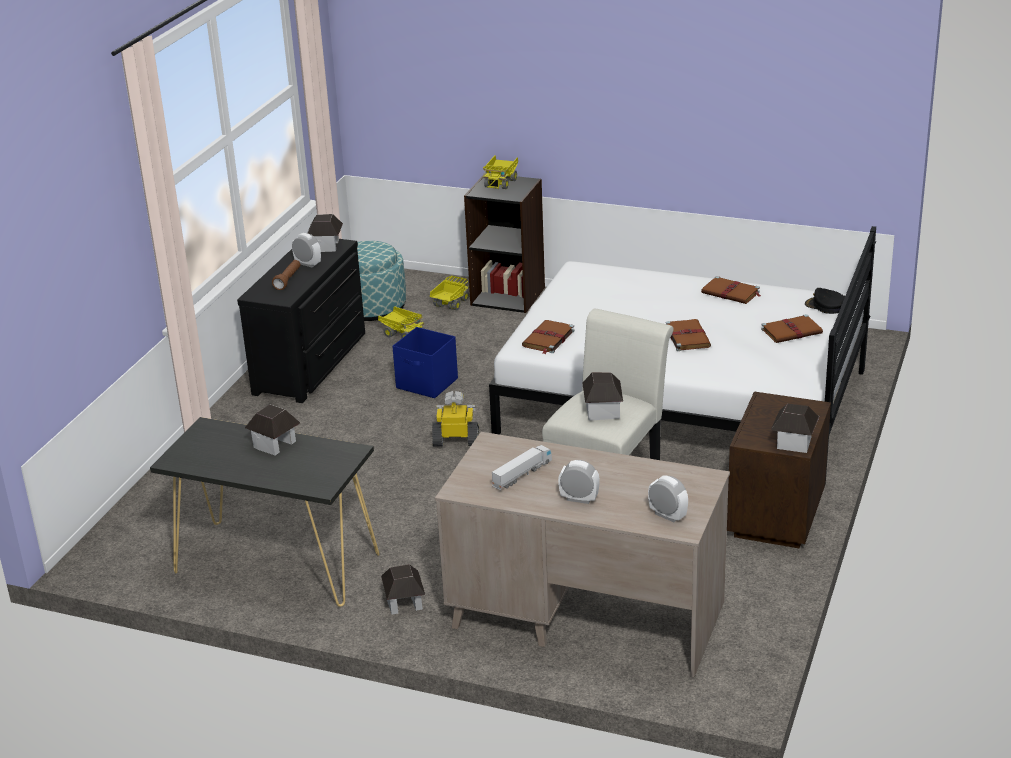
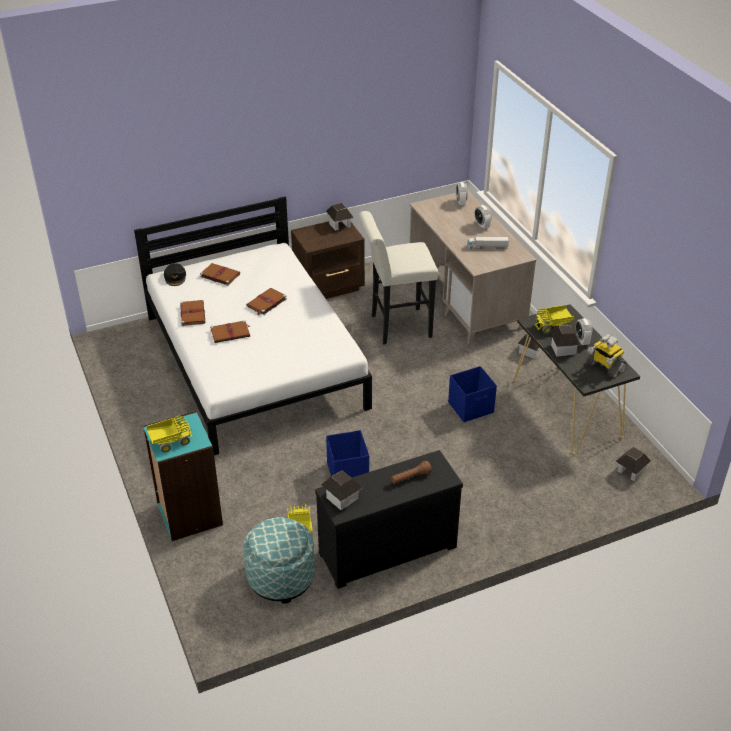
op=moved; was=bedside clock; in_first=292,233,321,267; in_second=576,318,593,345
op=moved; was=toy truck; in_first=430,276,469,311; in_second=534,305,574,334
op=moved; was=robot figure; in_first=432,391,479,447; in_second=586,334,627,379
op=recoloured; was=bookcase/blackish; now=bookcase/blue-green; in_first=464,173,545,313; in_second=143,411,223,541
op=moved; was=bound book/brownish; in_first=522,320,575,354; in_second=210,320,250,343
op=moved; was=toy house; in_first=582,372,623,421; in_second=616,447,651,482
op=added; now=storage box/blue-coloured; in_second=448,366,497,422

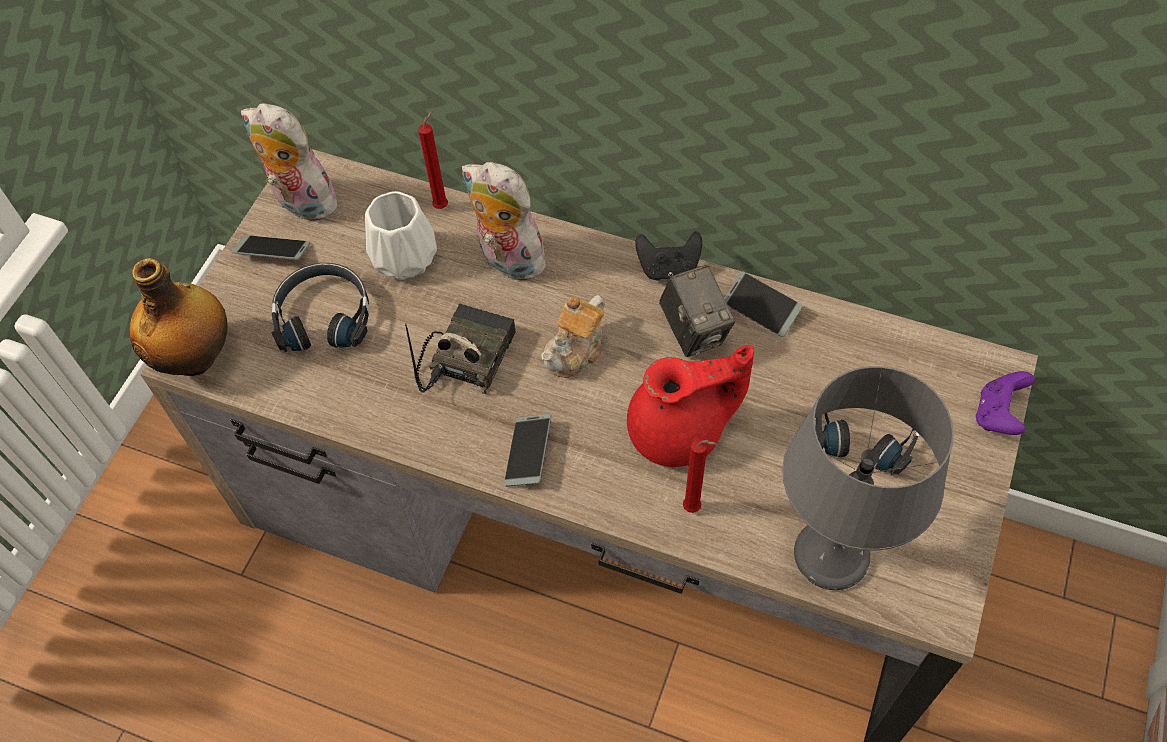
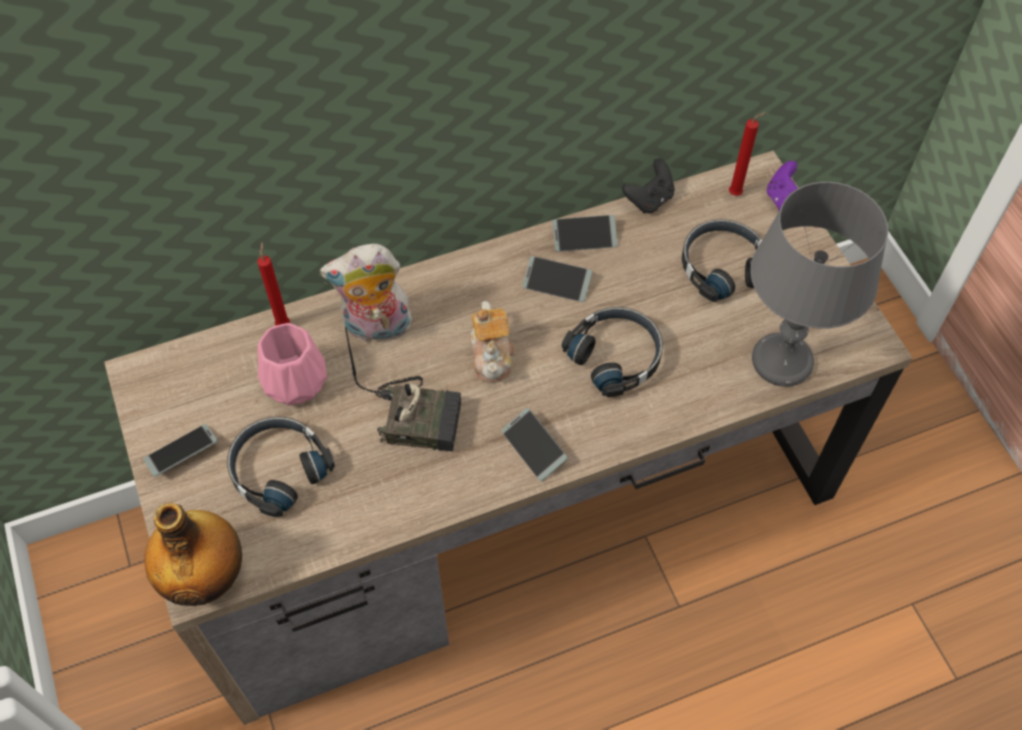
op=removed; was=cuddly toy; in_first=241,103,342,223
op=recoloured; was=vase/white; now=vase/pink-coloured; in_first=365,191,437,280; in_second=257,323,327,406
op=turned; was=radio receiver; in_first=405,304,516,394; in_second=345,327,461,452; clockwise=120
op=replaced; was=tea pot/reddish; now=headphones/blackish; in_first=627,345,754,467; in_second=562,307,663,397
op=moved; was=game controller/blackish; in_first=635,231,702,281; in_second=622,159,675,214
op=replaced; was=photo camera; now=phone; in_first=659,265,736,357; in_second=523,256,592,302
op=moved; was=candle/reddish; in_first=683,439,717,513; in_second=729,112,766,196

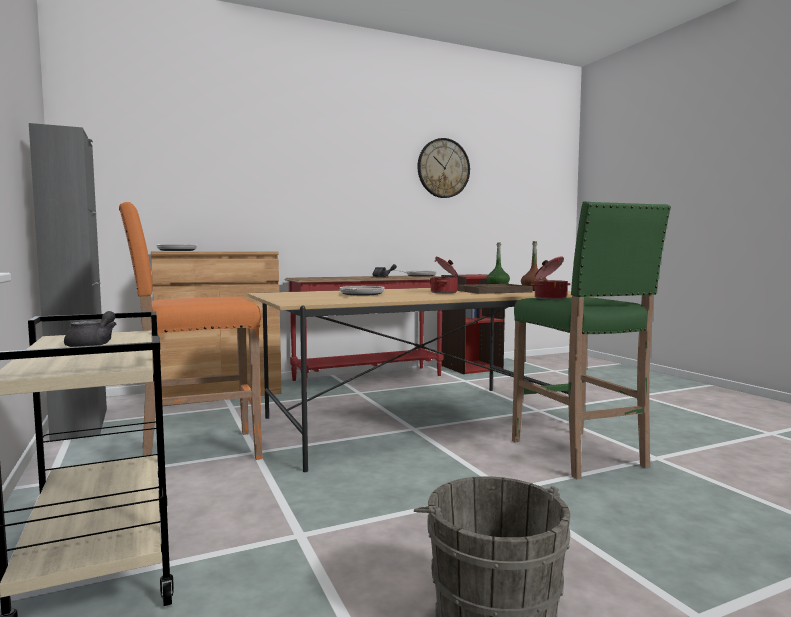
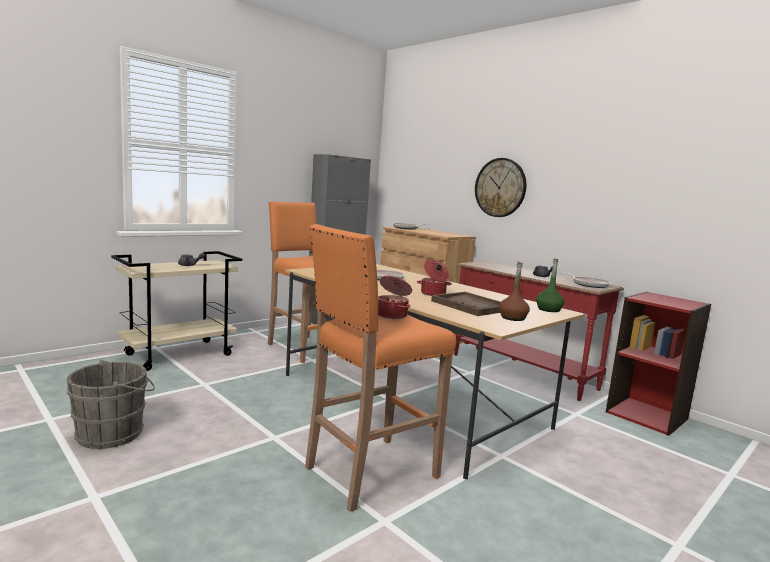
op=moved; was=wall clock; in_first=417,138,470,198; in_second=475,158,526,217
op=recoloured; was=stool seat/green-coloured; now=stool seat/orangey; in_first=512,201,671,479; in_second=305,224,456,512

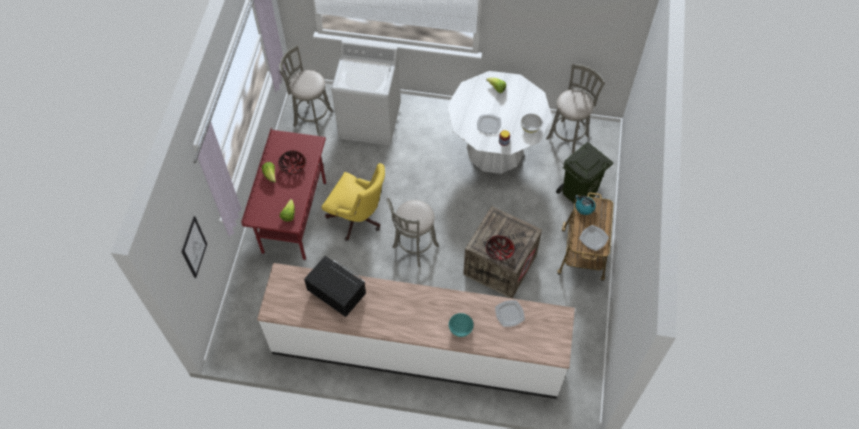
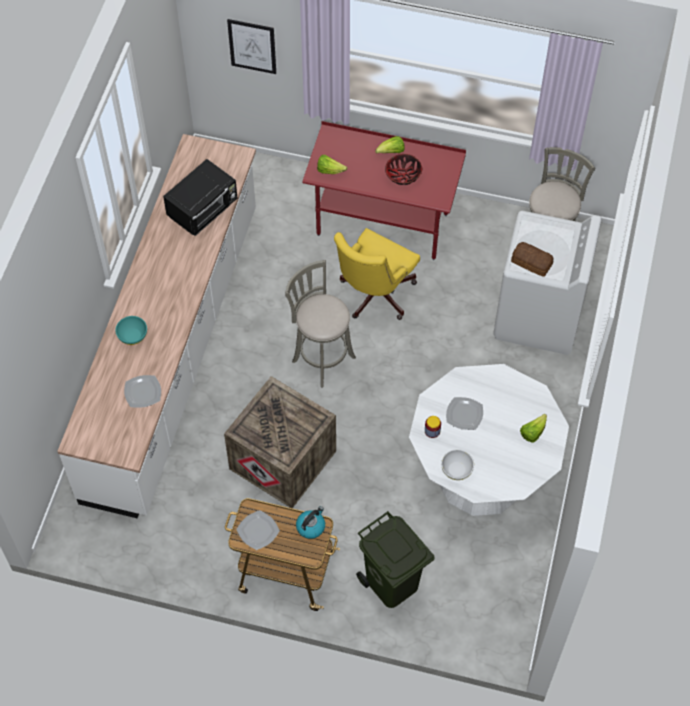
op=removed; was=bowl; in_first=486,235,515,261
op=removed; was=stool seat/gray; in_first=546,64,605,154
op=added; now=bread; in_second=511,242,553,277

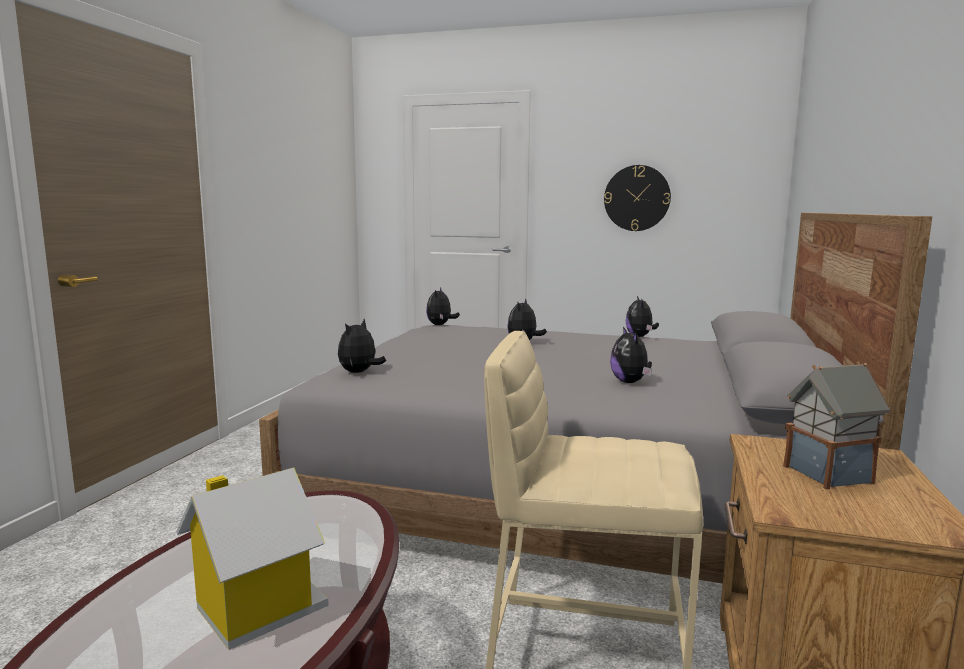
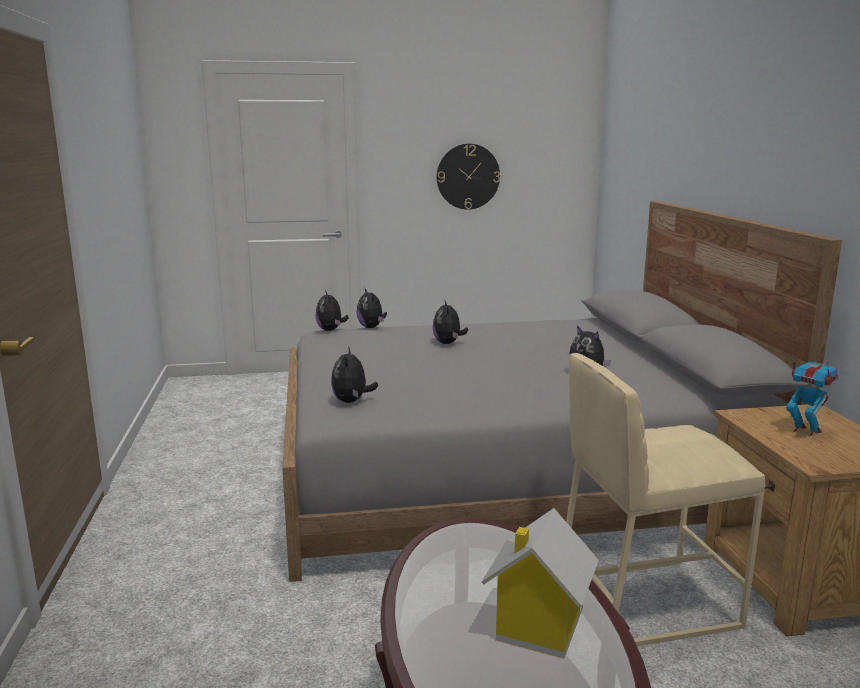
op=moved; was=cuddly toy; in_first=626,296,659,337; in_second=356,289,387,328
op=replaced; was=toy house; now=robot figure; in_first=783,361,890,489; in_second=786,356,839,436

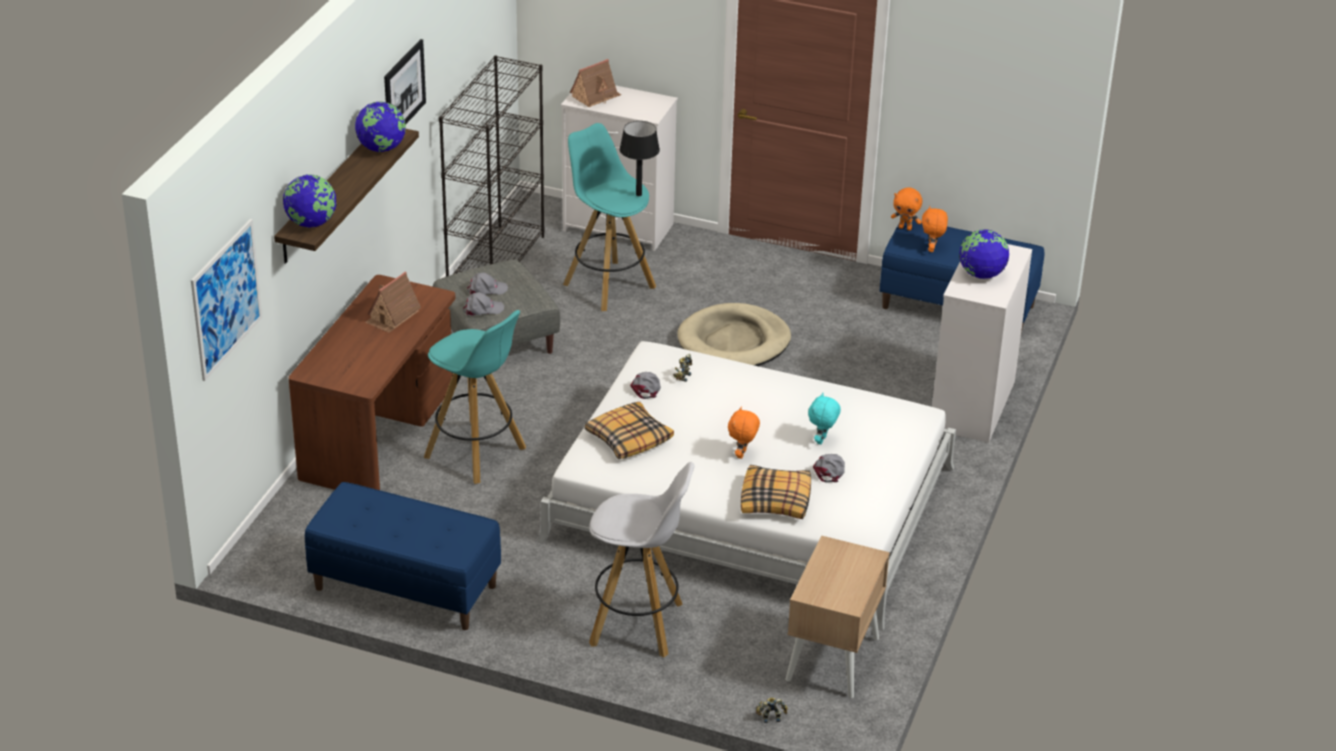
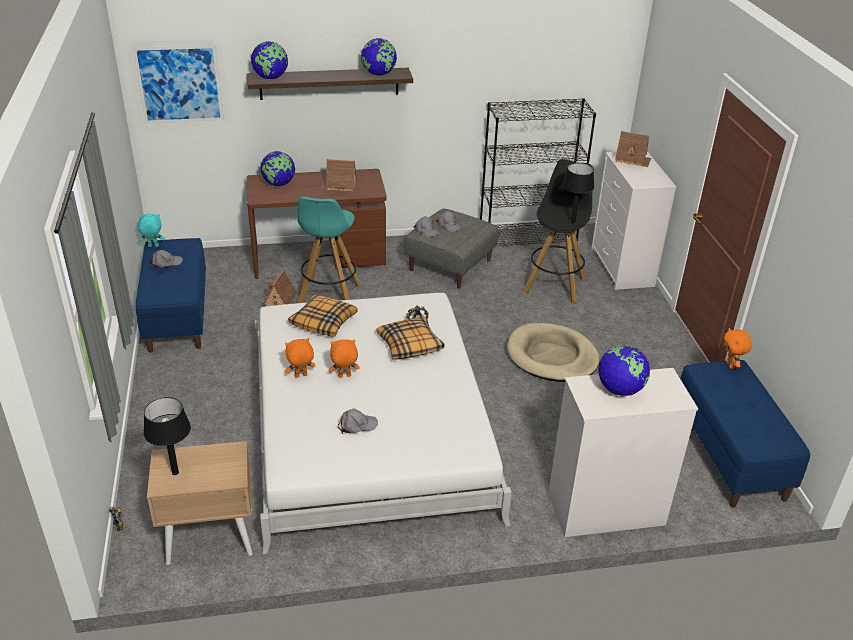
op=removed; was=wall art; in_first=384,39,426,124
op=recoloured; was=stool seat/blue-green; now=stool seat/blackish; in_first=563,123,656,311; in_second=523,159,592,303
op=removed; was=stool seat/white; in_first=589,462,694,657
op=moved; was=peaked cap/gray; in_first=630,372,661,399; in_second=150,250,183,269
op=moved; was=throw pillow; in_first=741,465,811,519; in_second=376,317,444,360
op=moved; was=cuddly toy/blue-green; in_first=808,393,841,445; in_second=138,214,165,247
op=moved; was=cuddly toy/orangey; in_first=922,206,948,252; in_second=285,338,316,378
op=added; now=table lamp/blackish; in_second=144,397,191,475
op=added; now=globe; in_second=260,151,295,186
op=added; now=toy house; in_second=263,269,297,306

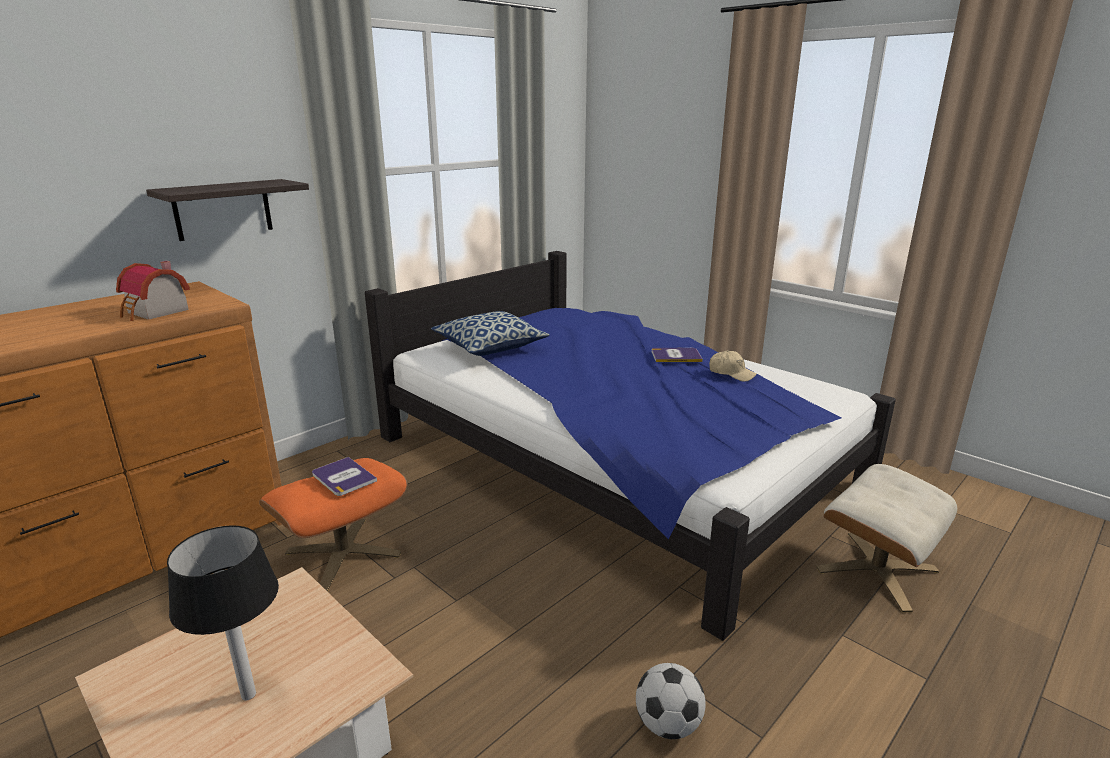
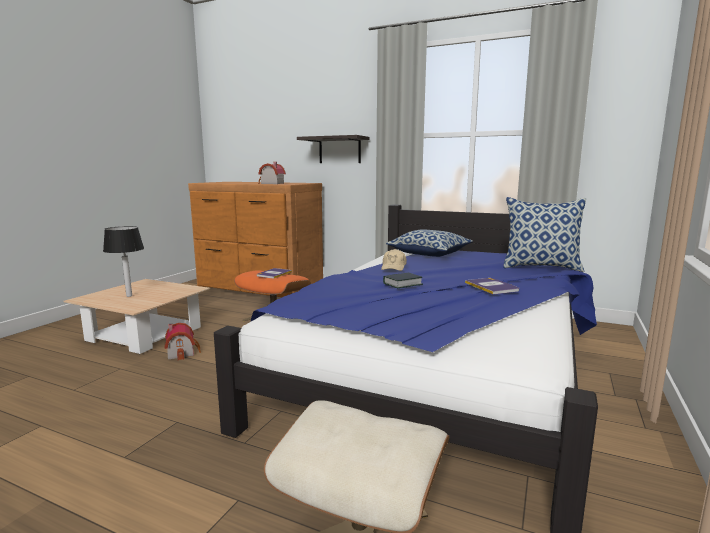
op=removed; was=ball for football; in_first=636,663,706,739
op=moved; was=peaked cap/beige; in_first=709,351,757,382; in_second=381,249,407,271
op=added; now=toy house; in_second=165,323,201,360
op=added; now=bound book; in_second=383,273,423,288
op=added; now=throw pillow; in_second=503,197,586,272

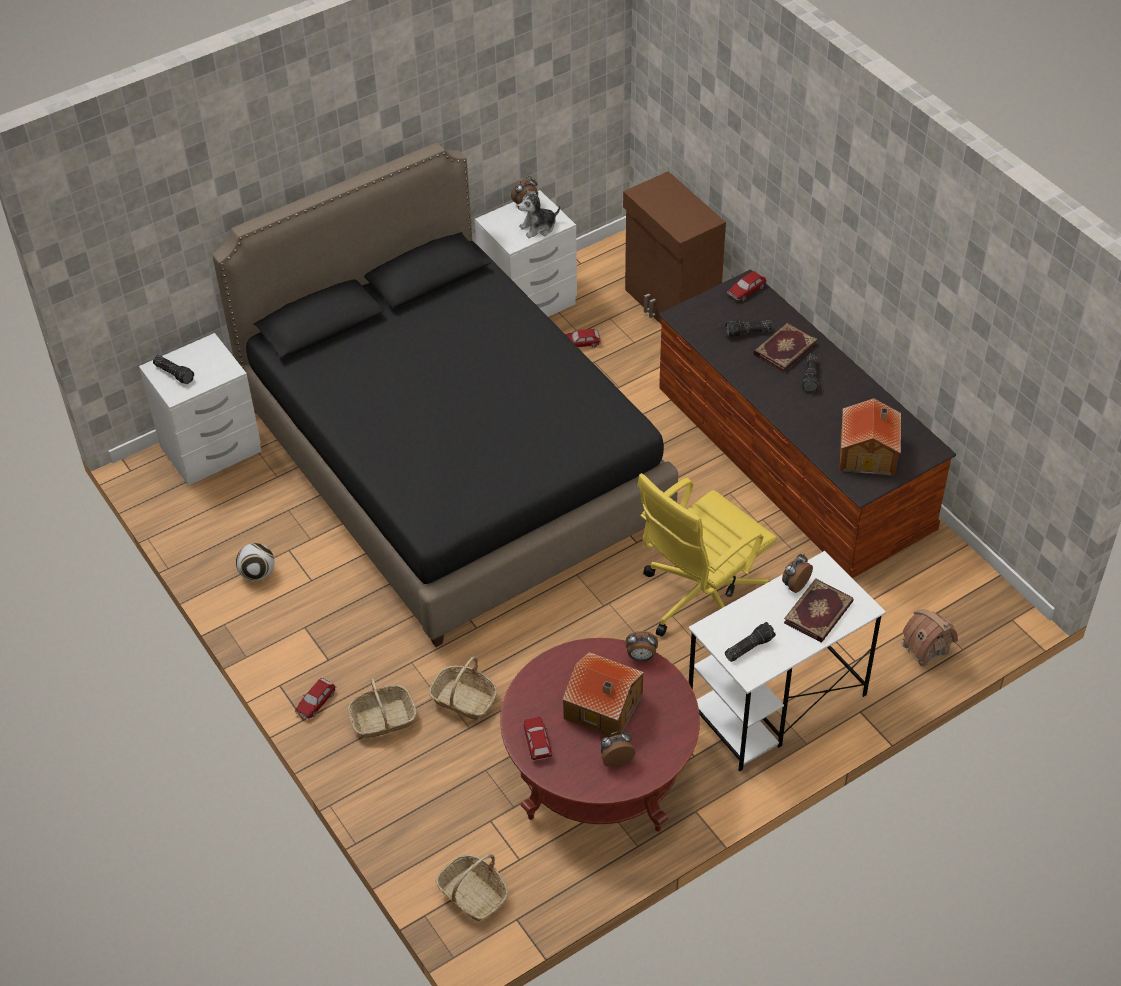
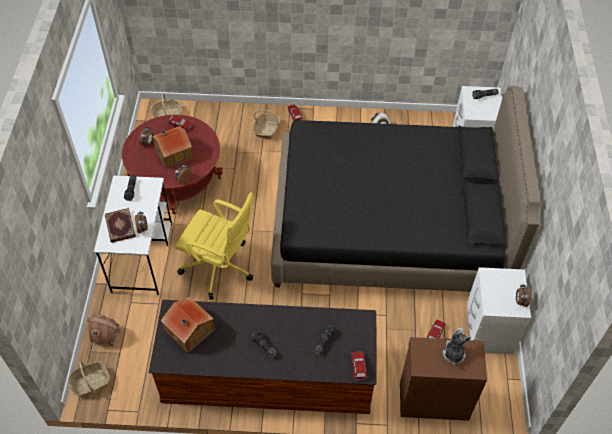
op=moved; was=basket; in_first=429,656,497,720; in_second=68,361,110,396
op=moved; was=cuddly toy; in_first=518,189,560,238; in_second=443,327,471,365
op=turned; was=computer chair/yellow; in_first=637,473,777,637; in_second=175,192,254,300; clockwise=120
op=removed; was=bound book; in_first=753,323,817,373

